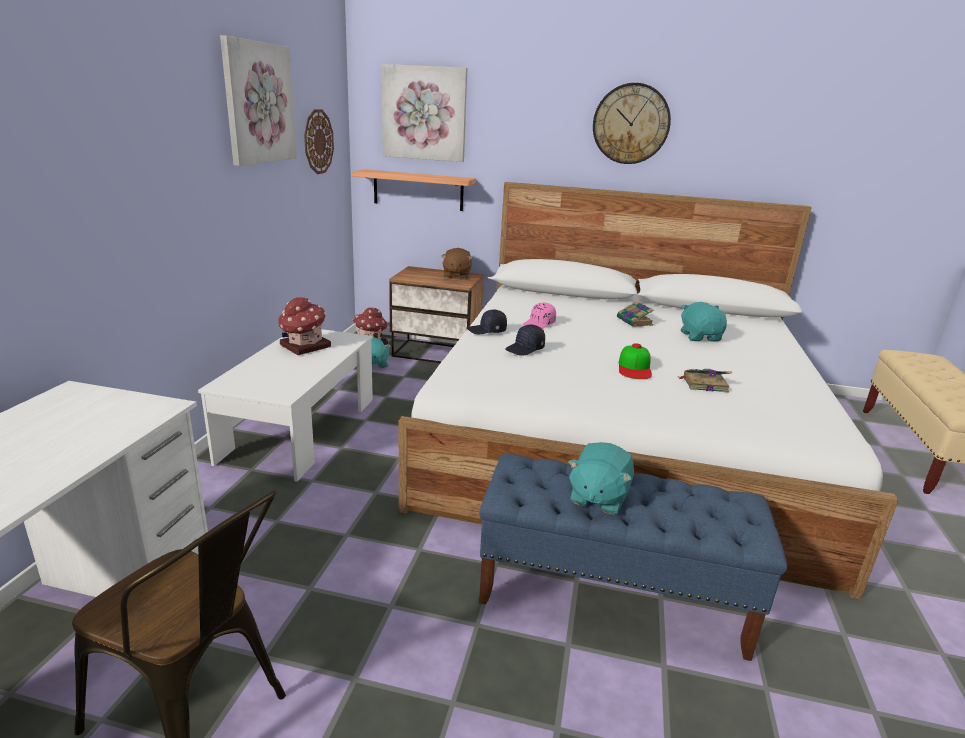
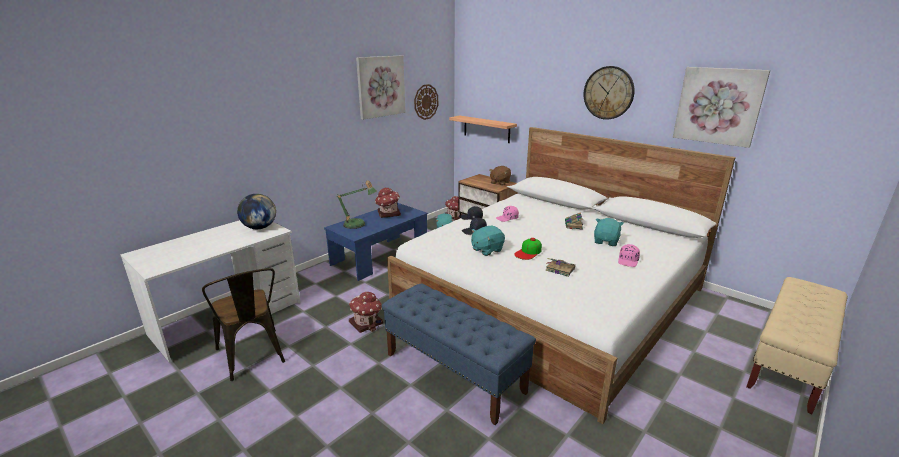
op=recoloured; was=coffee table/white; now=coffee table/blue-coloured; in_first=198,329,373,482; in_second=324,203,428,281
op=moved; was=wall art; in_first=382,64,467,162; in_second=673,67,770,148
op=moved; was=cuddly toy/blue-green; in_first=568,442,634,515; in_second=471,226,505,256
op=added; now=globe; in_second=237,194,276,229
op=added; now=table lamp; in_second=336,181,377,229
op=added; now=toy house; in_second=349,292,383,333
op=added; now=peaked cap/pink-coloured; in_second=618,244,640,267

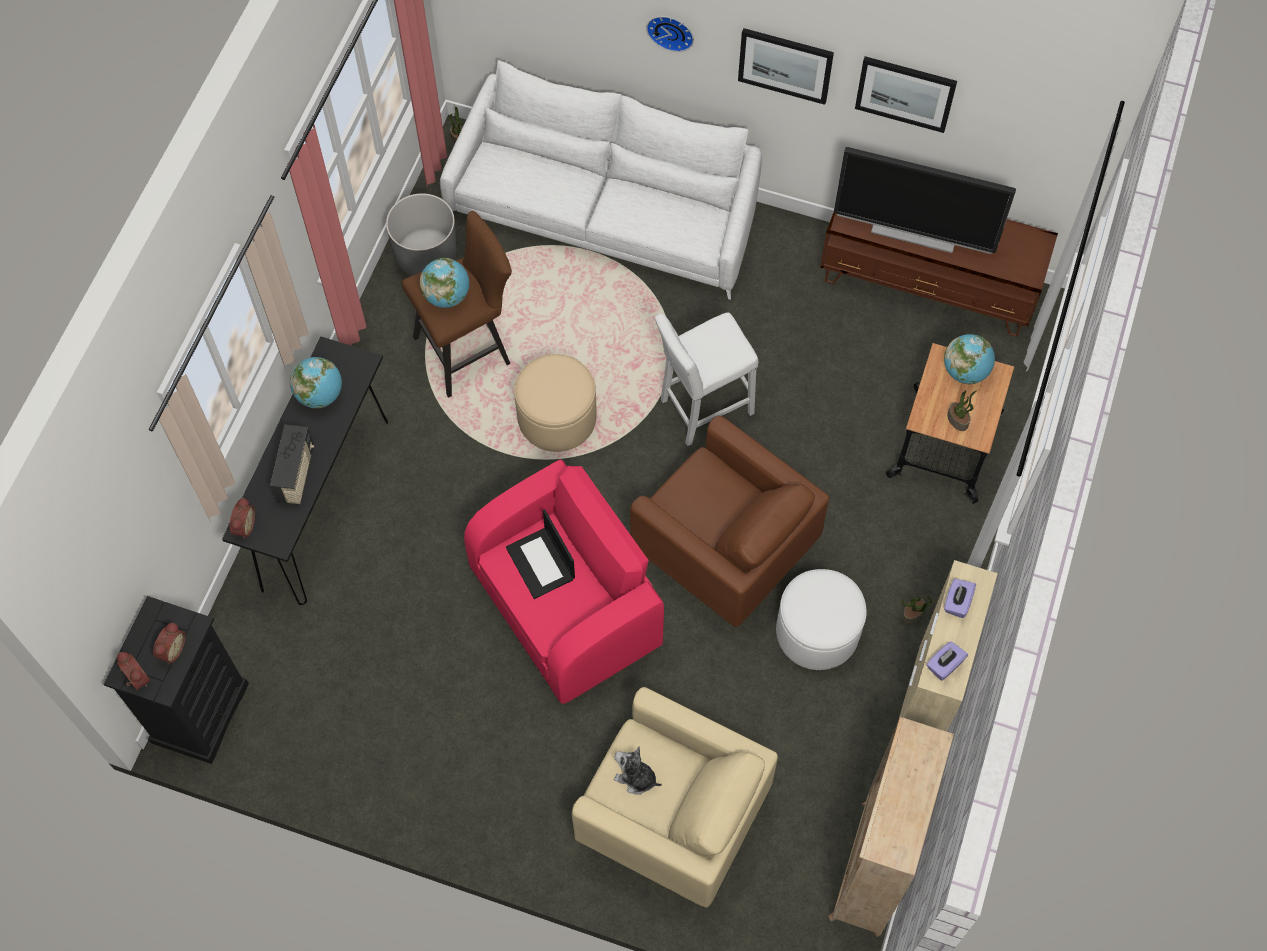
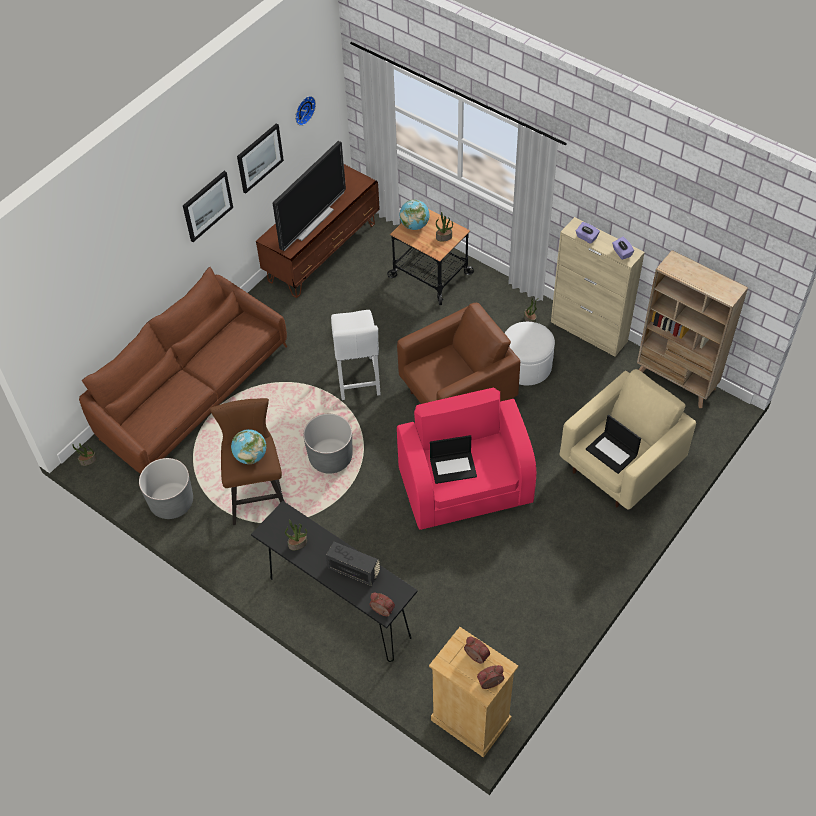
op=recoloured; was=drawer chest/blackish; now=drawer chest/beige; in_first=104,596,249,764; in_second=429,627,518,758
op=replaced; was=globe; now=houseplant; in_first=290,357,342,408; in_second=285,519,307,550
op=recoloured; was=settee/white; now=settee/brownish; in_first=440,60,762,300; in_second=79,267,287,474
op=replaced; was=footrest/beige; now=flower pot/gray; in_first=514,354,597,452; in_second=303,414,352,474
op=replaced; was=cuddly toy; now=portable computer; in_first=614,747,662,795; in_second=586,415,641,474
op=moved; was=wall clock; in_first=646,16,694,52; in_second=295,96,316,126

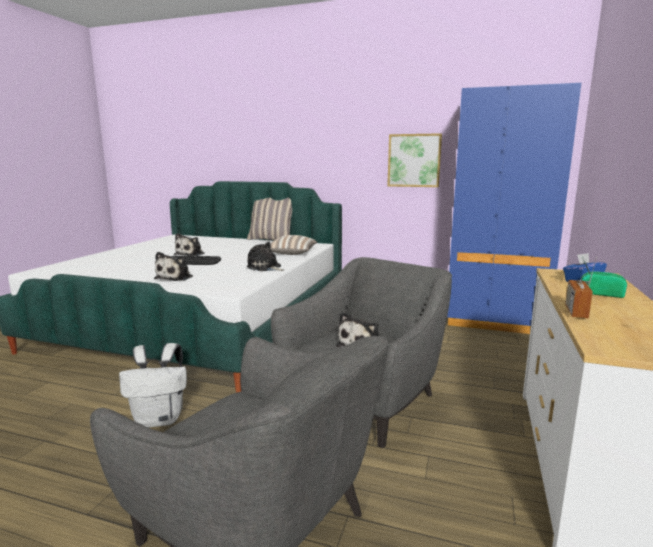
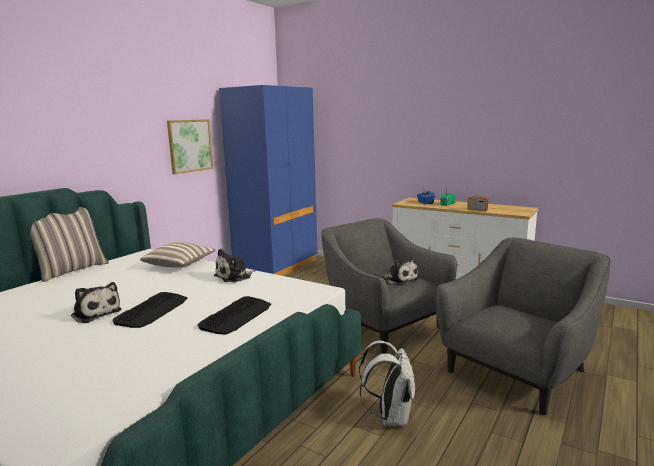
op=replaced; was=cuddly toy; now=computer keyboard; in_first=154,252,193,281; in_second=198,296,271,335

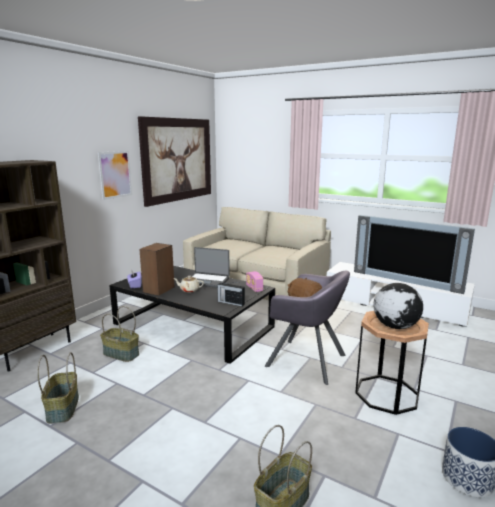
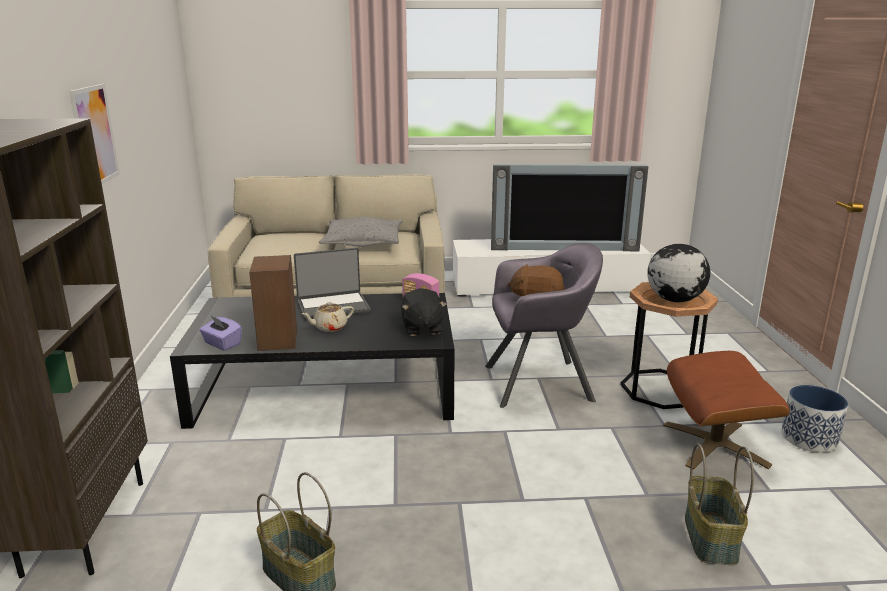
op=removed; was=basket; in_first=100,306,139,362
op=removed; was=wall art; in_first=138,116,211,207
op=replaced; was=radio receiver; now=cuddly toy/blackish; in_first=217,282,245,306; in_second=401,288,447,336
op=added; now=throw pillow/gray; in_second=319,217,403,247
op=added; now=footrest/brownish; in_second=663,351,790,470

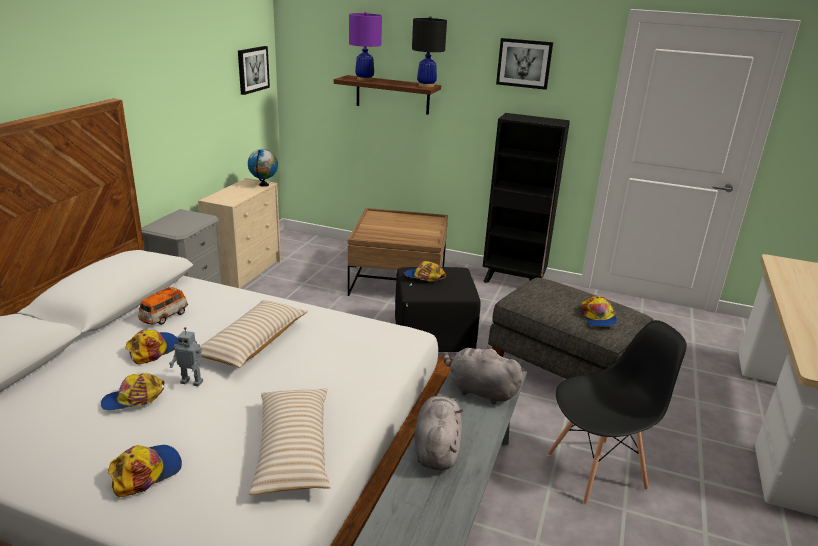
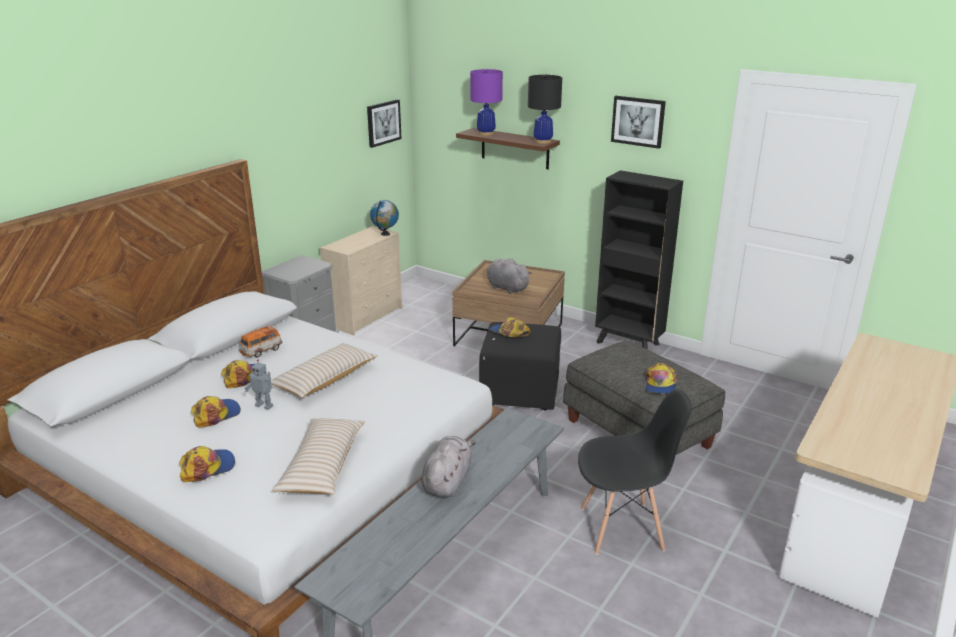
op=turned; was=peaked cap; in_first=101,373,165,411; in_second=191,396,241,428; clockwise=150
op=moved; was=cuddly toy/gray; in_first=443,346,525,405; in_second=487,258,532,294

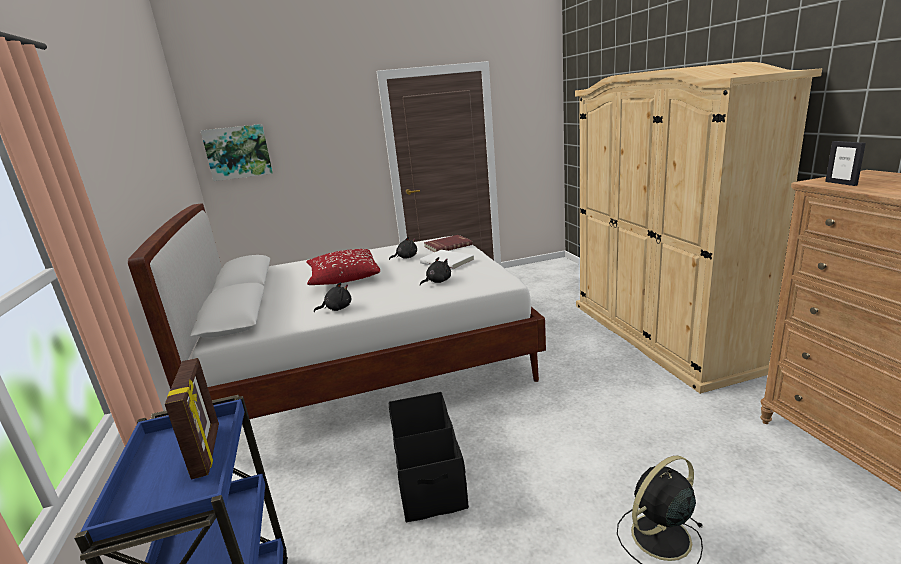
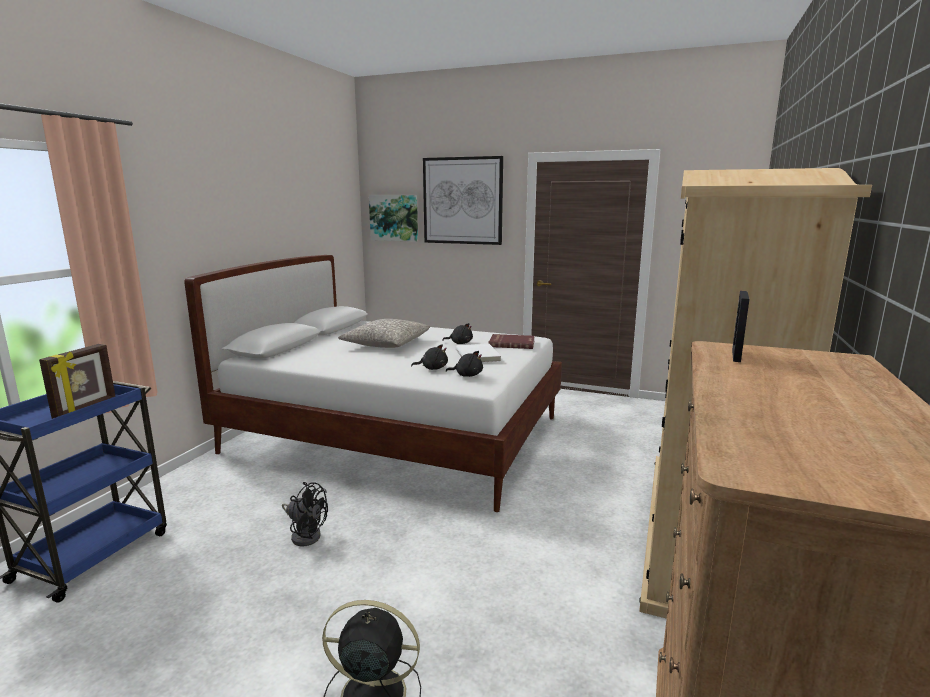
op=recoloured; was=throw pillow/reddish; now=throw pillow/gray; in_first=306,249,380,285; in_second=338,319,430,348
op=moved; was=cuddly toy/blackish; in_first=314,282,351,312; in_second=446,351,483,377
op=replaced; was=storage box/blackish; now=cooling fan/blackish; in_first=389,392,469,522; in_second=282,482,328,546
op=added; now=wall art; in_second=423,156,503,245

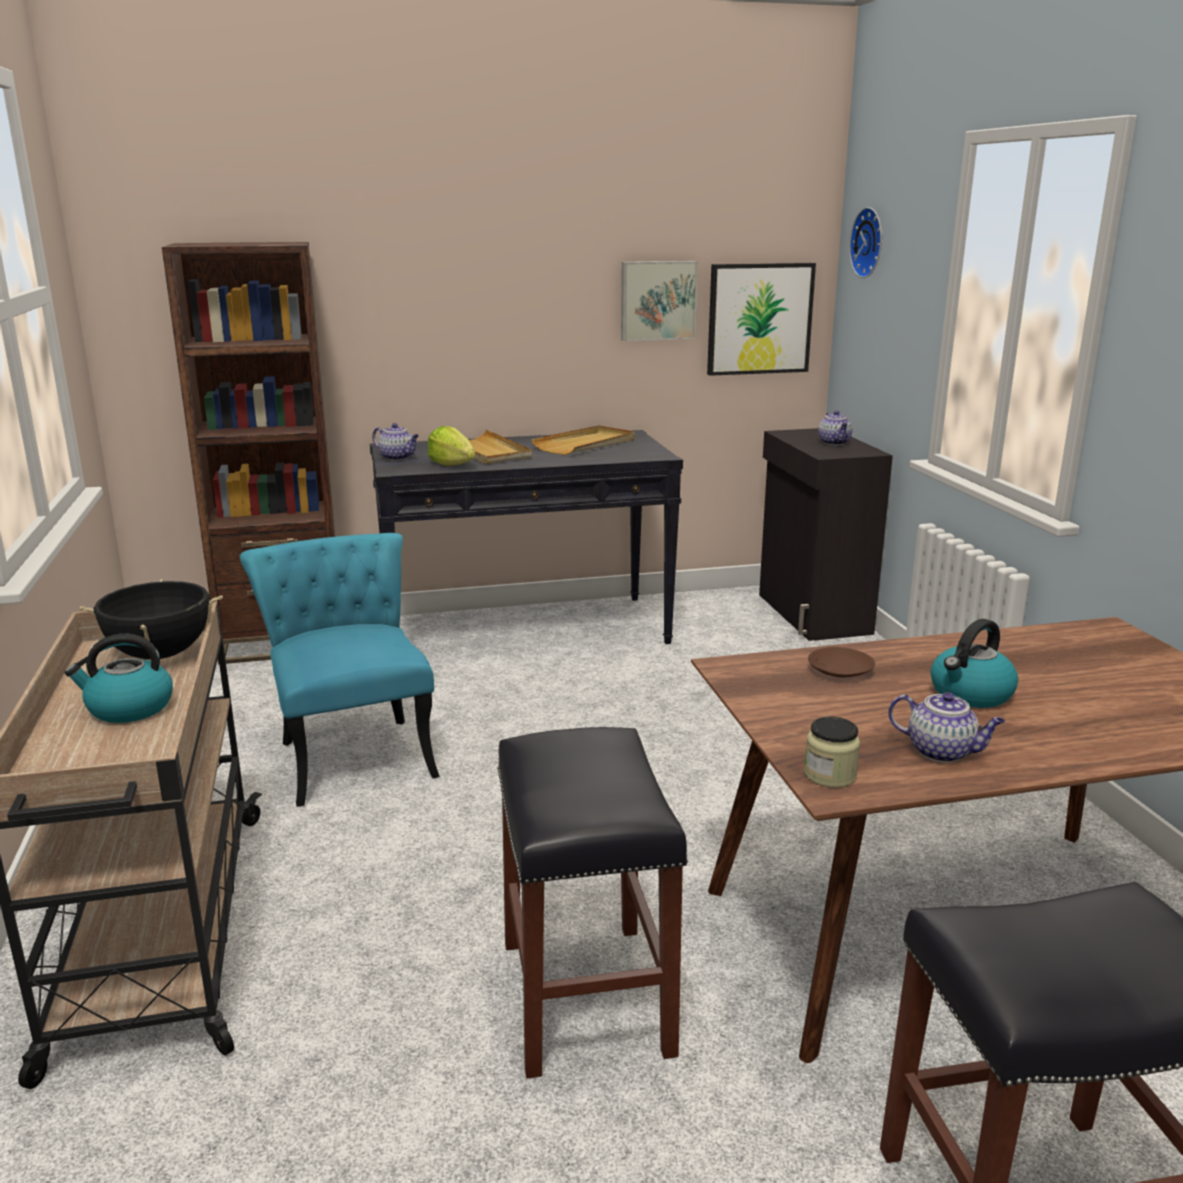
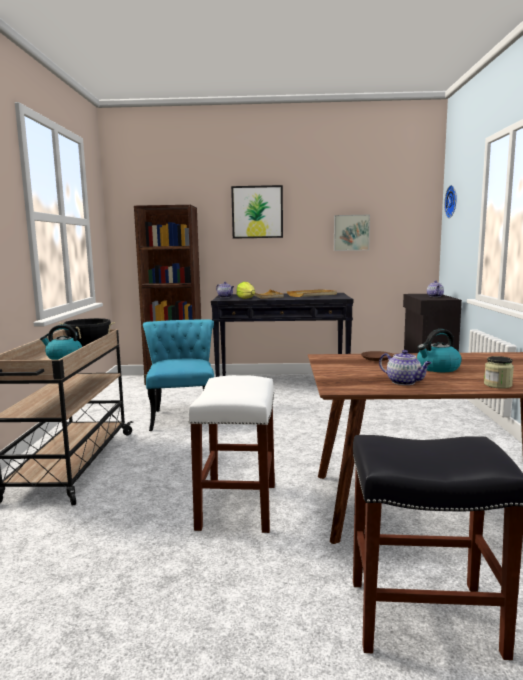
op=recoloured; was=stool seat/blackish; now=stool seat/white; in_first=497,727,688,1078; in_second=188,375,275,533
op=moved; was=wall art; in_first=707,263,816,376; in_second=231,185,283,239
op=moved; was=jar; in_first=804,716,860,788; in_second=484,356,514,389

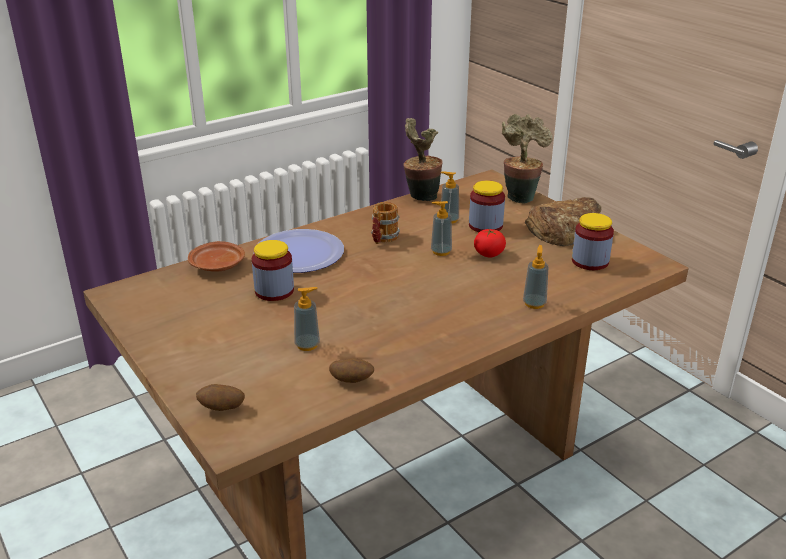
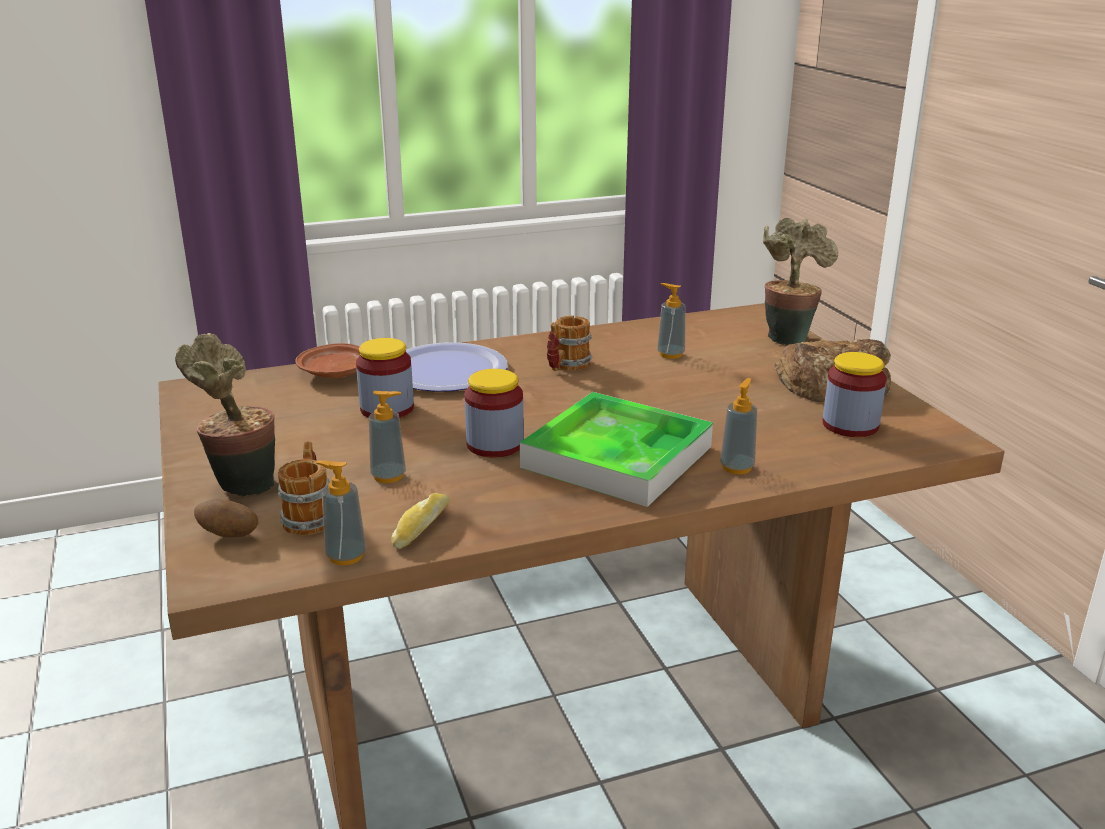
op=replaced; was=whole potato; now=bread; in_first=329,358,374,383; in_second=391,493,450,549
op=moved; was=houseplant; in_first=403,118,443,201; in_second=175,333,275,497
op=moved; was=soap bottle; in_first=431,201,452,256; in_second=316,460,366,565
op=moved; was=jar; in_first=469,181,505,232; in_second=465,369,524,457
op=removed; was=fresh tomato; in_first=474,228,506,257
op=added; now=coffee mug; in_second=278,441,330,536
op=added; now=carrying tray; in_second=520,392,713,507

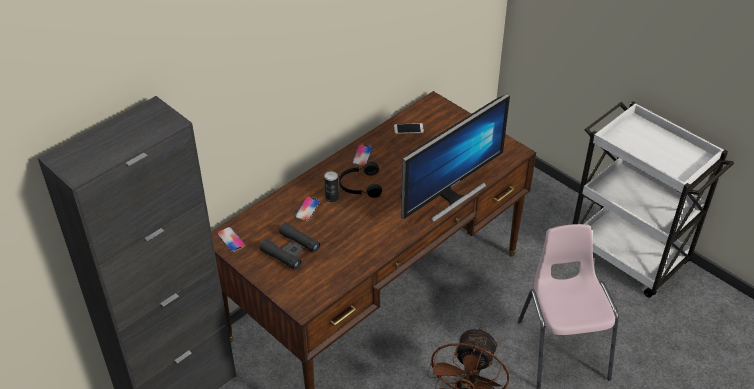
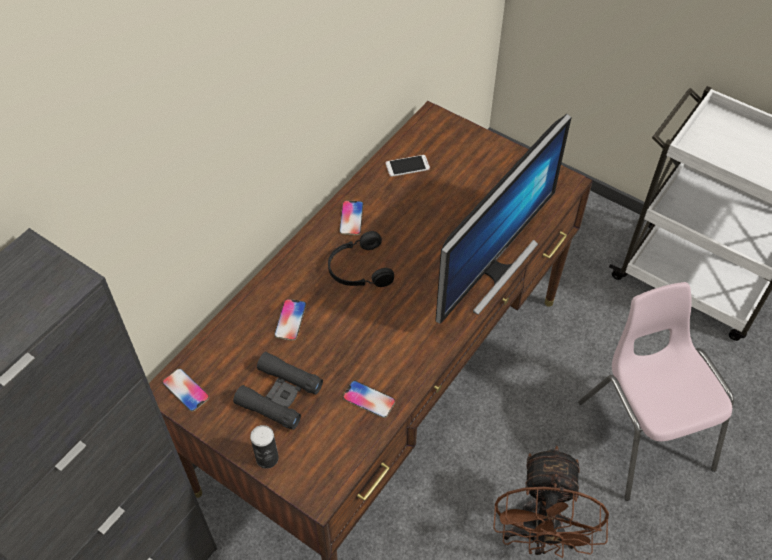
op=moved; was=sealed can; in_first=324,171,339,202; in_second=250,425,279,469
op=added; now=phone; in_second=343,381,395,418

